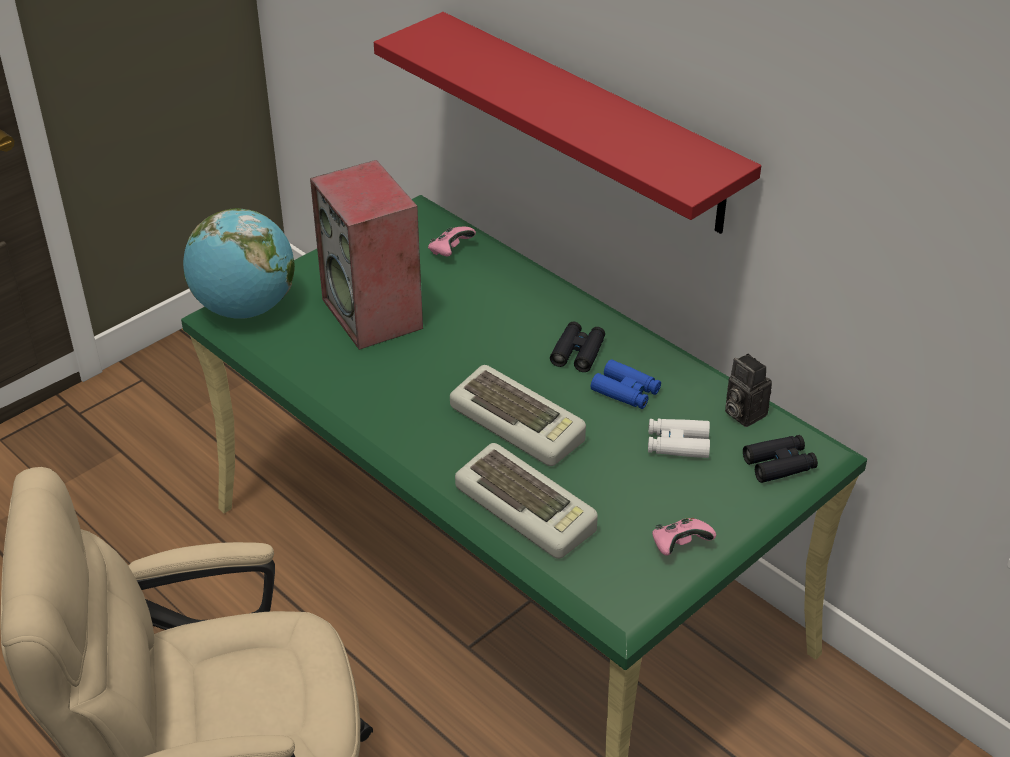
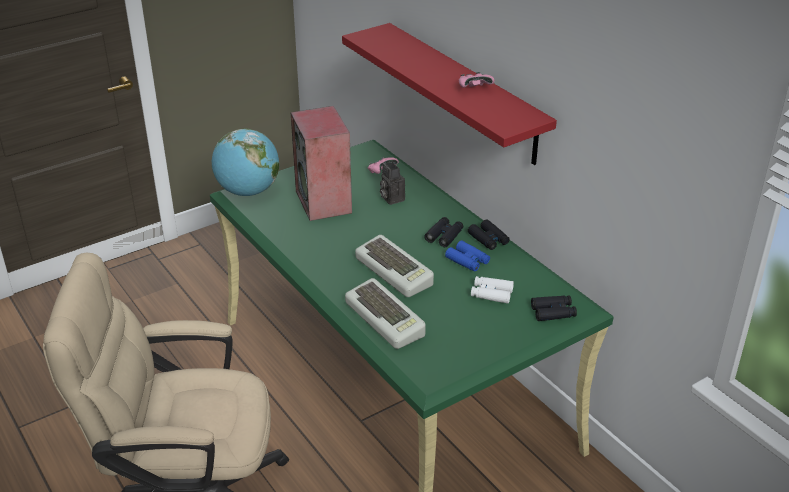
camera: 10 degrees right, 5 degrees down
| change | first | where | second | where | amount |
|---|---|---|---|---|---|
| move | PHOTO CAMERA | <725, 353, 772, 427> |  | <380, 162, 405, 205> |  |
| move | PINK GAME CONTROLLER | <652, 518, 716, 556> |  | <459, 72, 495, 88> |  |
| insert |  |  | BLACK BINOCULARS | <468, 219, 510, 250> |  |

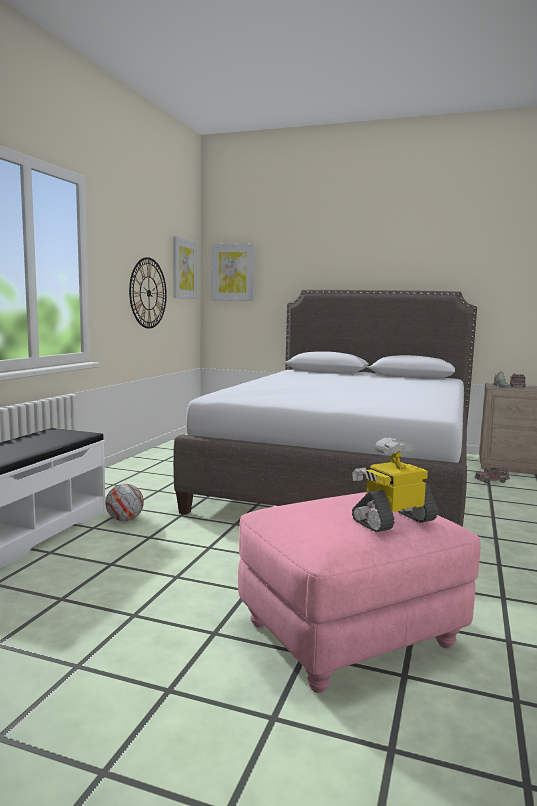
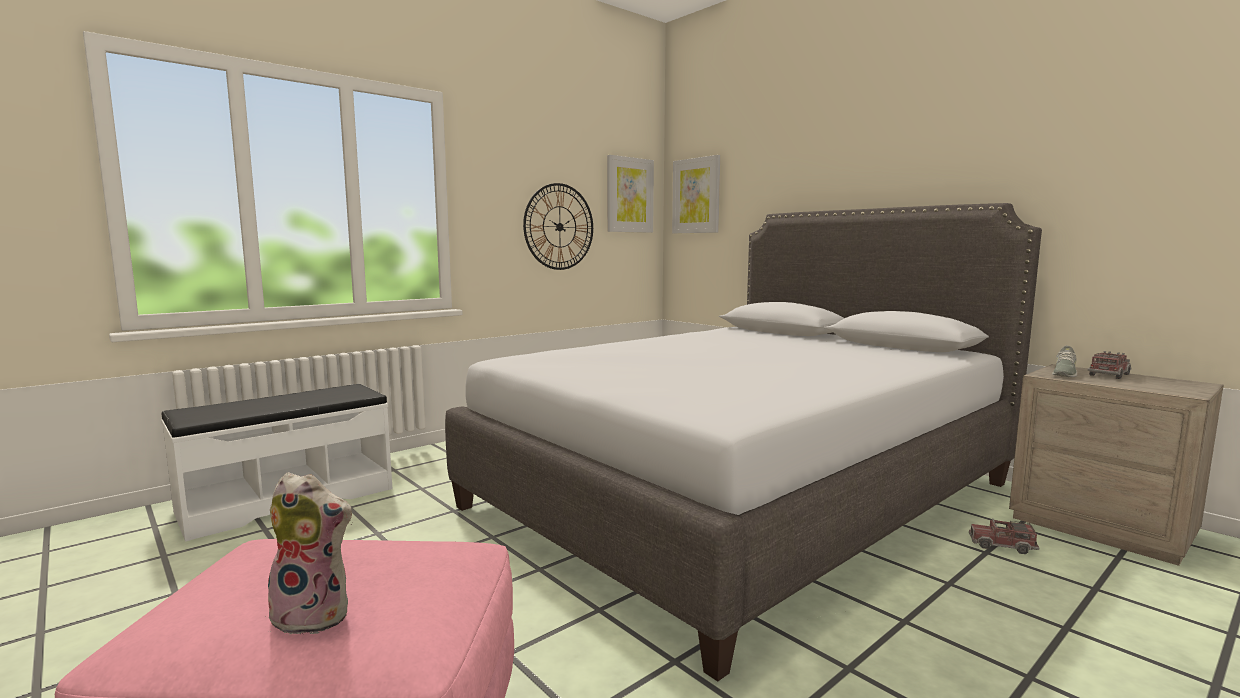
camera: 30 degrees right, 0 degrees up
| change | first | where | second | where | amount |
|---|---|---|---|---|---|
| replace | TOY ROBOT | <352, 437, 438, 532> | PLUSH TOY | <266, 472, 353, 635> |  |
| delete | FOOTBALL | <105, 484, 144, 521> |  |  |  |

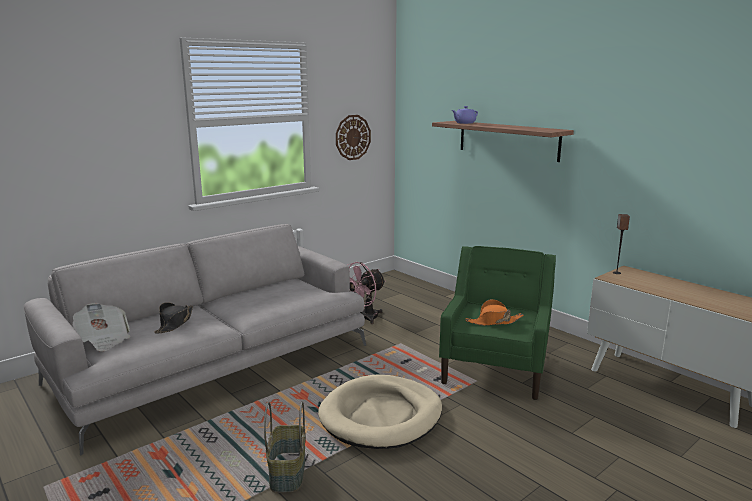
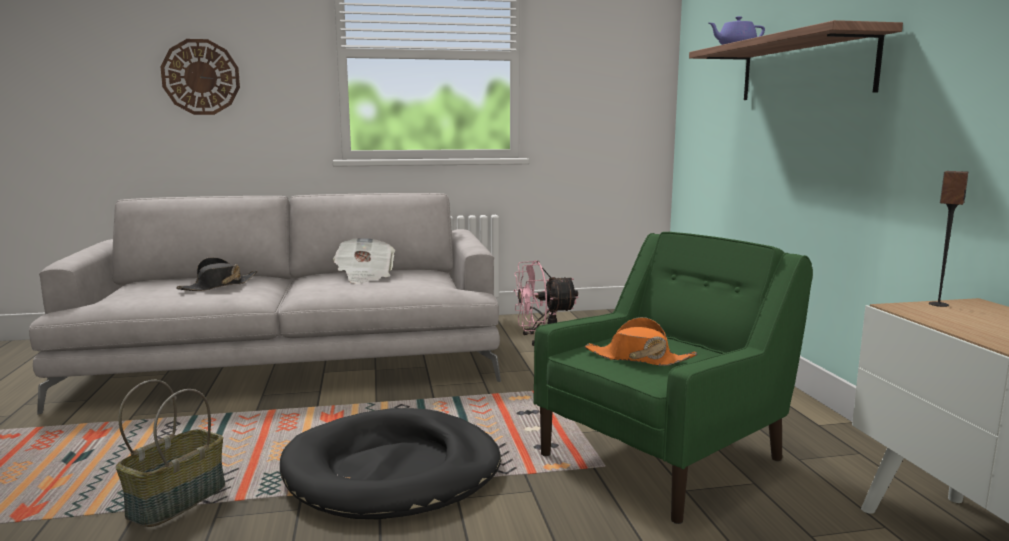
camera: 30 degrees right, 5 degrees down
| change | first | where | second | where | amount |
|---|---|---|---|---|---|
| move | WALL CLOCK | <336, 115, 371, 160> |  | <160, 39, 240, 115> |  |
| move | NEWSPAPER | <73, 303, 130, 352> |  | <333, 238, 395, 284> |  |
| recolor | BEIGE DOG BED | <318, 374, 442, 449> | BLACK DOG BED | <280, 408, 501, 519> |  |

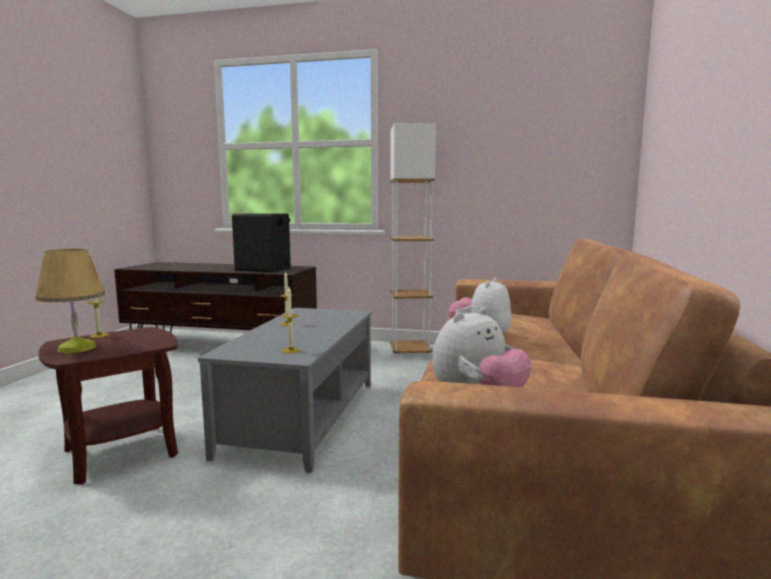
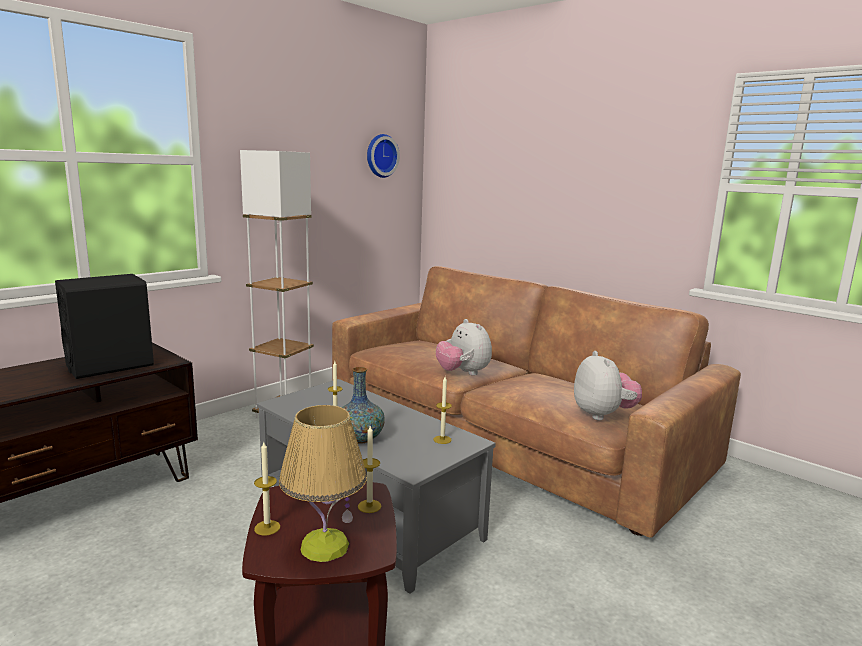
camera: 60 degrees left, 5 degrees up
| change | first | where | second | where | amount |
|---|---|---|---|---|---|
| insert |  |  | WALL CLOCK | <367, 134, 400, 178> |  |
| insert |  |  | VASE | <341, 367, 385, 444> |  |
| insert |  |  | CANDLE | <358, 426, 382, 513> |  |

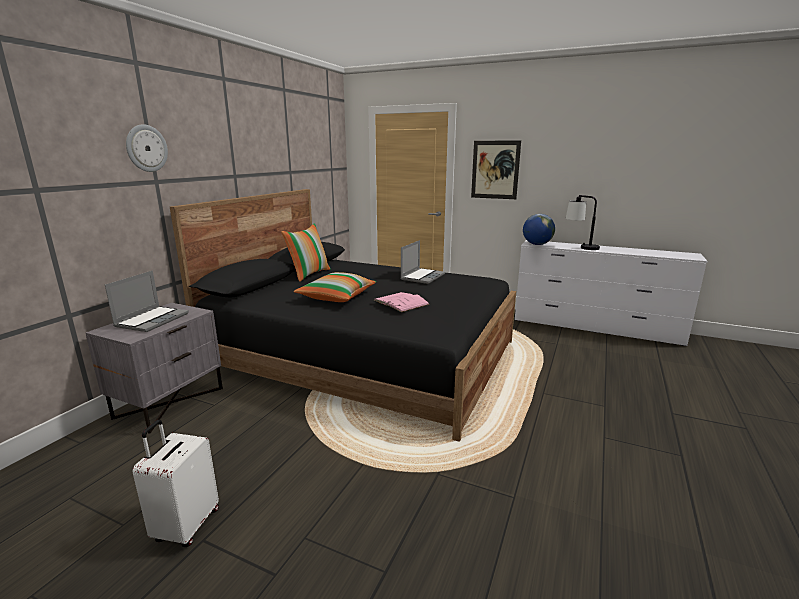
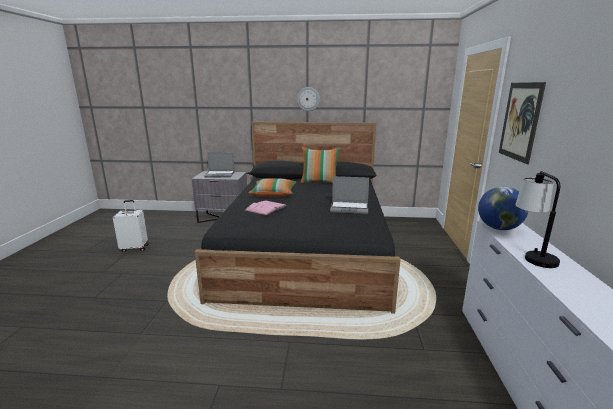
camera: 70 degrees right, 0 degrees up
| change | first | where | second | where | amount |
|---|---|---|---|---|---|
| move | WALL CLOCK | <126, 124, 168, 172> |  | <297, 87, 320, 111> |  |

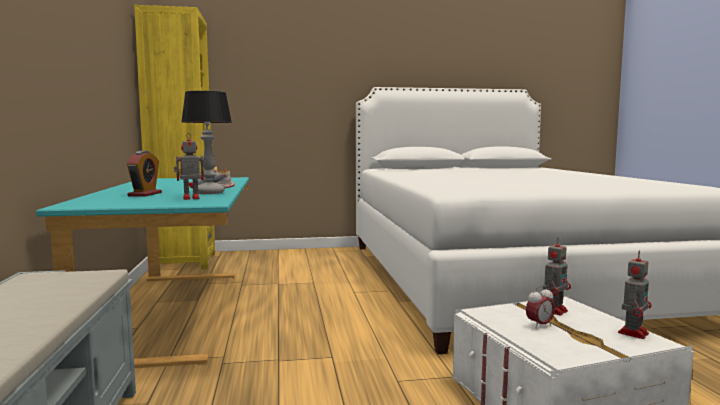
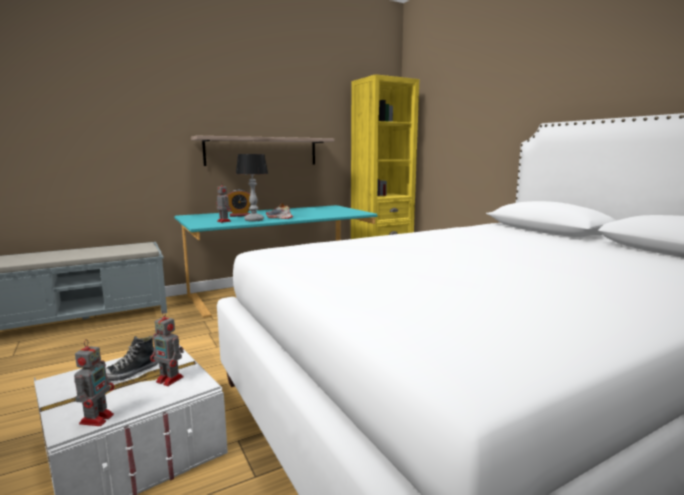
camera: 70 degrees right, 5 degrees up
| change | first | where | second | where | amount |
|---|---|---|---|---|---|
| rotate | TOY ROBOT | <618, 251, 652, 339> |  | <74, 339, 114, 426> | 105 degrees counterclockwise |
| replace | ALARM CLOCK | <526, 286, 555, 329> | SHOE | <106, 336, 159, 381> |  |
| insert |  |  | SHELF | <191, 136, 335, 166> |  |

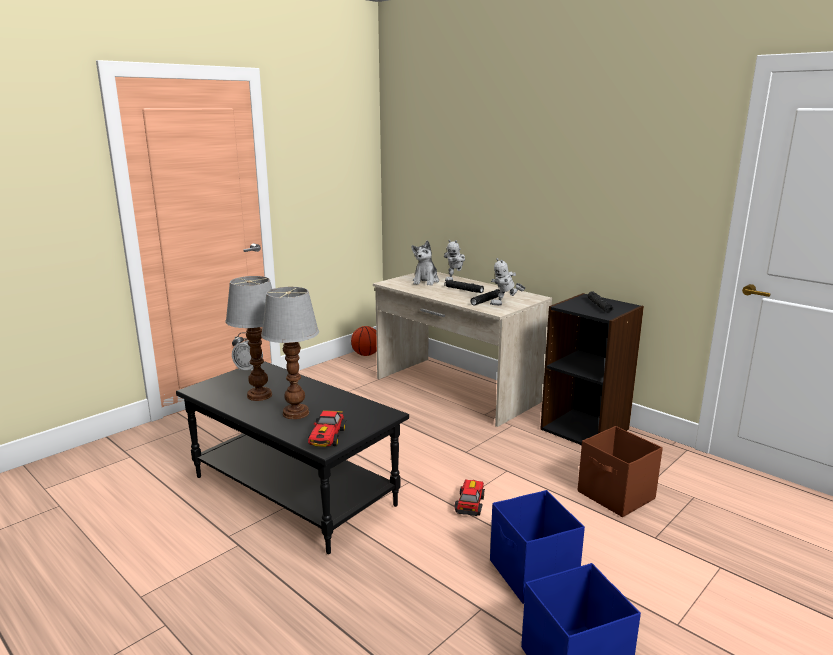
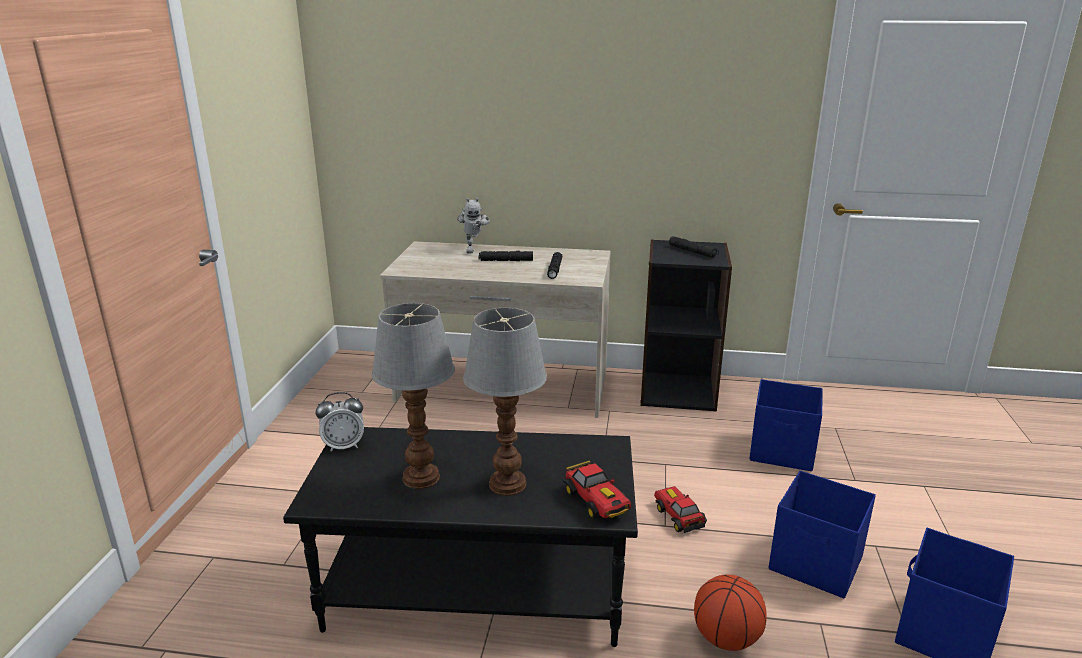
camera: 35 degrees left, 5 degrees up
| change | first | where | second | where | amount |
|---|---|---|---|---|---|
| delete | PLUSH TOY | <411, 240, 439, 286> |  |  |  |
| delete | TOY ROBOT | <490, 258, 525, 306> |  |  |  |
| move | BASKETBALL | <351, 326, 377, 356> |  | <694, 575, 767, 651> |  |
| recolor | BROWN STORAGE BOX | <578, 426, 663, 517> | BLUE STORAGE BOX | <749, 379, 822, 471> |  |

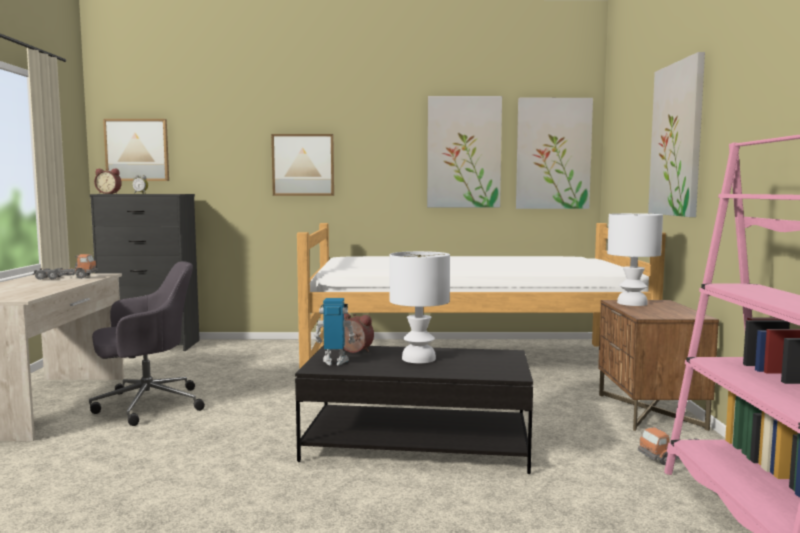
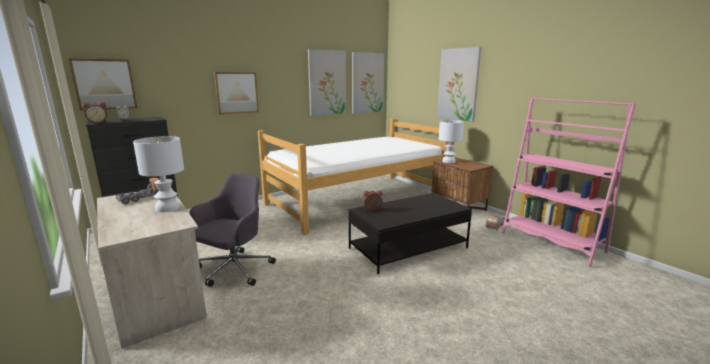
camera: 35 degrees left, 10 degrees up
| change | first | where | second | where | amount |
|---|---|---|---|---|---|
| move | WHITE TABLE LAMP | <390, 251, 450, 363> |  | <133, 136, 184, 212> |  |
| delete | TOY ROBOT | <314, 298, 355, 366> |  |  |  |

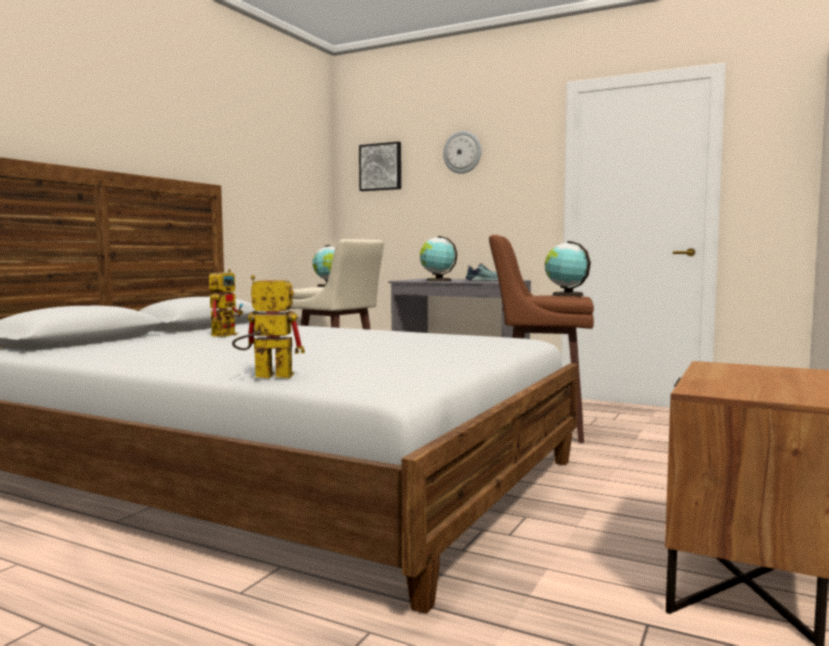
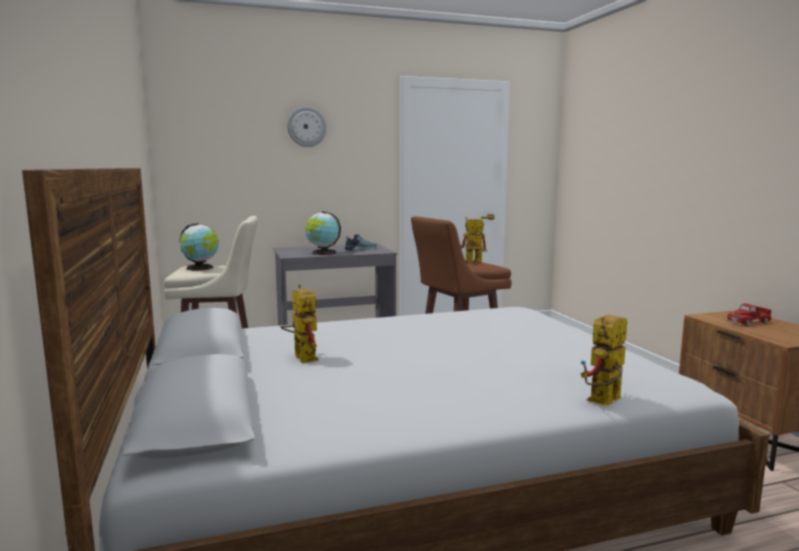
camera: 45 degrees left, 5 degrees up
| change | first | where | second | where | amount |
|---|---|---|---|---|---|
| delete | PICTURE | <359, 142, 401, 191> |  |  |  |
| replace | GLOBE | <545, 241, 591, 296> | TOY ROBOT | <461, 217, 487, 263> |  |
| insert |  |  | TOY TRUCK | <726, 303, 772, 326> |  |

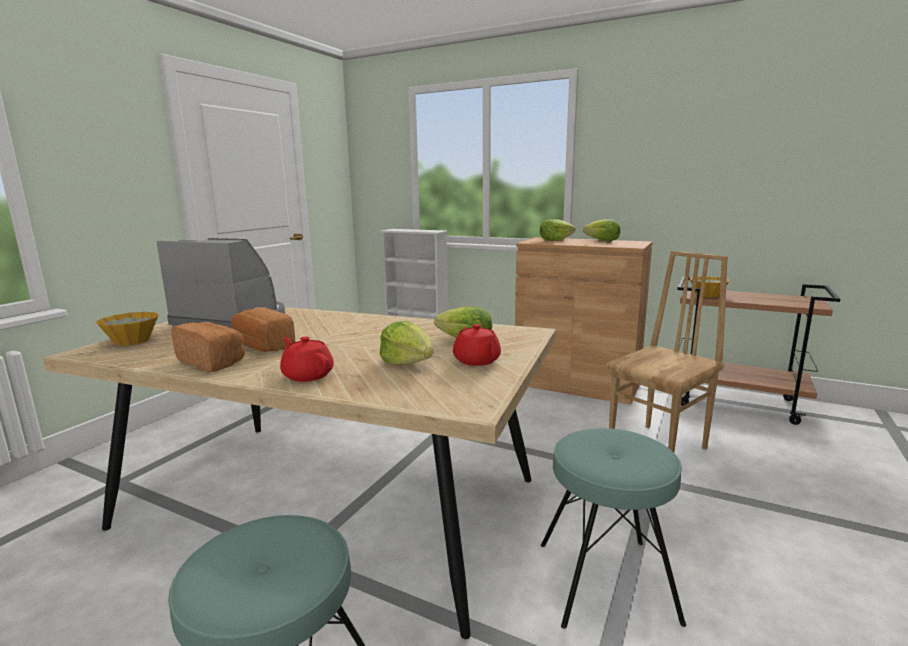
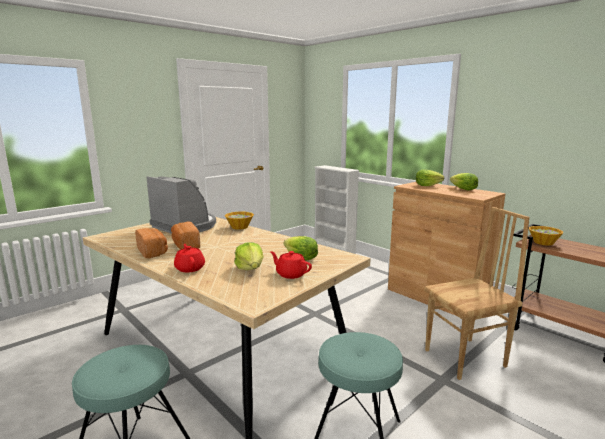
camera: 20 degrees right, 0 degrees up
| change | first | where | second | where | amount |
|---|---|---|---|---|---|
| move | BOWL | <96, 312, 159, 346> |  | <225, 211, 254, 230> |  |
| rotate | RED TEAPOT | <453, 324, 501, 366> |  | <270, 251, 312, 279> | 120 degrees clockwise |

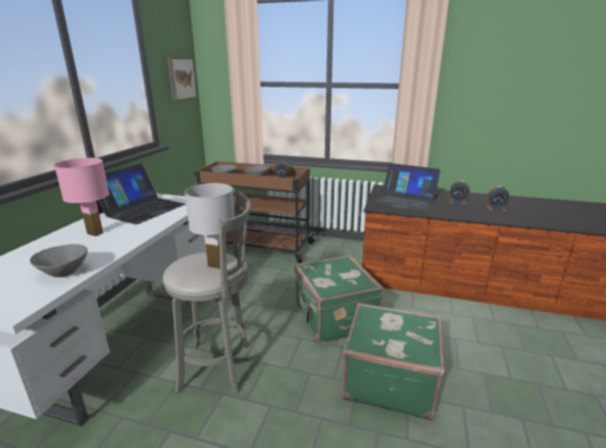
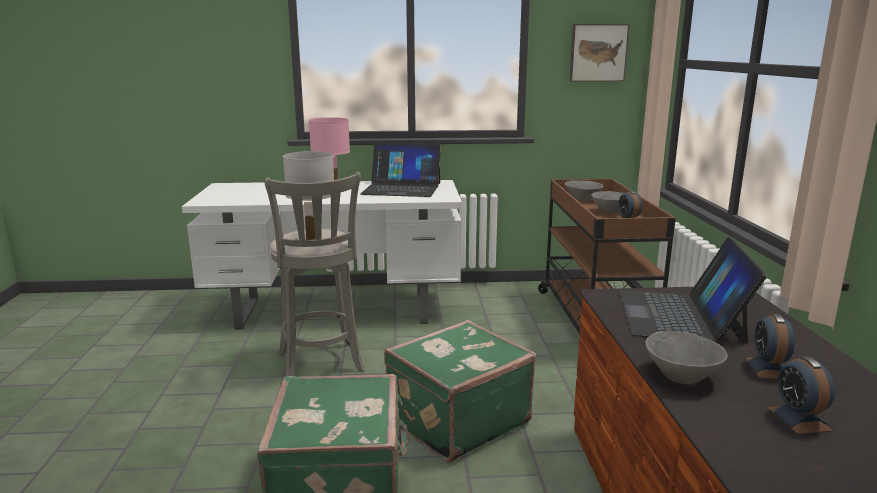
camera: 70 degrees right, 5 degrees down
| change | first | where | second | where | amount |
|---|---|---|---|---|---|
| move | GREY BOWL | <30, 244, 88, 277> |  | <645, 331, 728, 384> |  |

